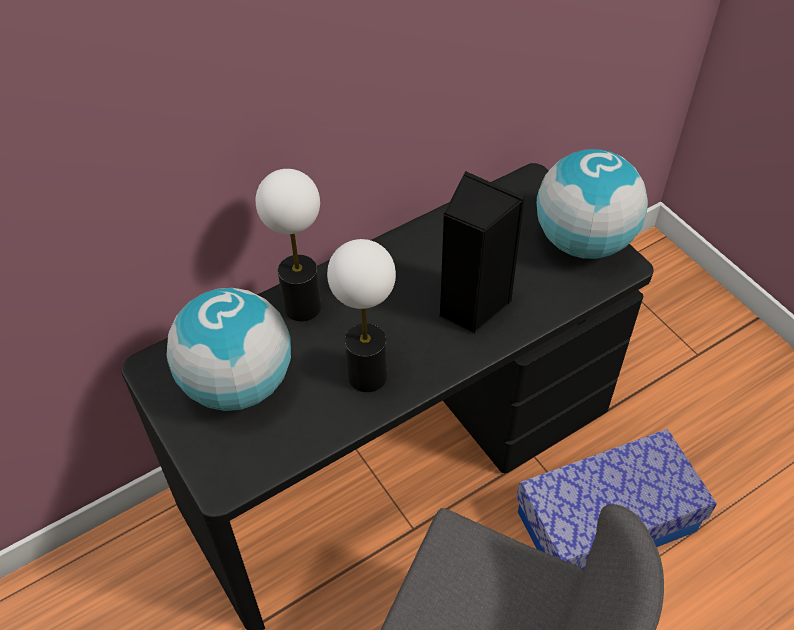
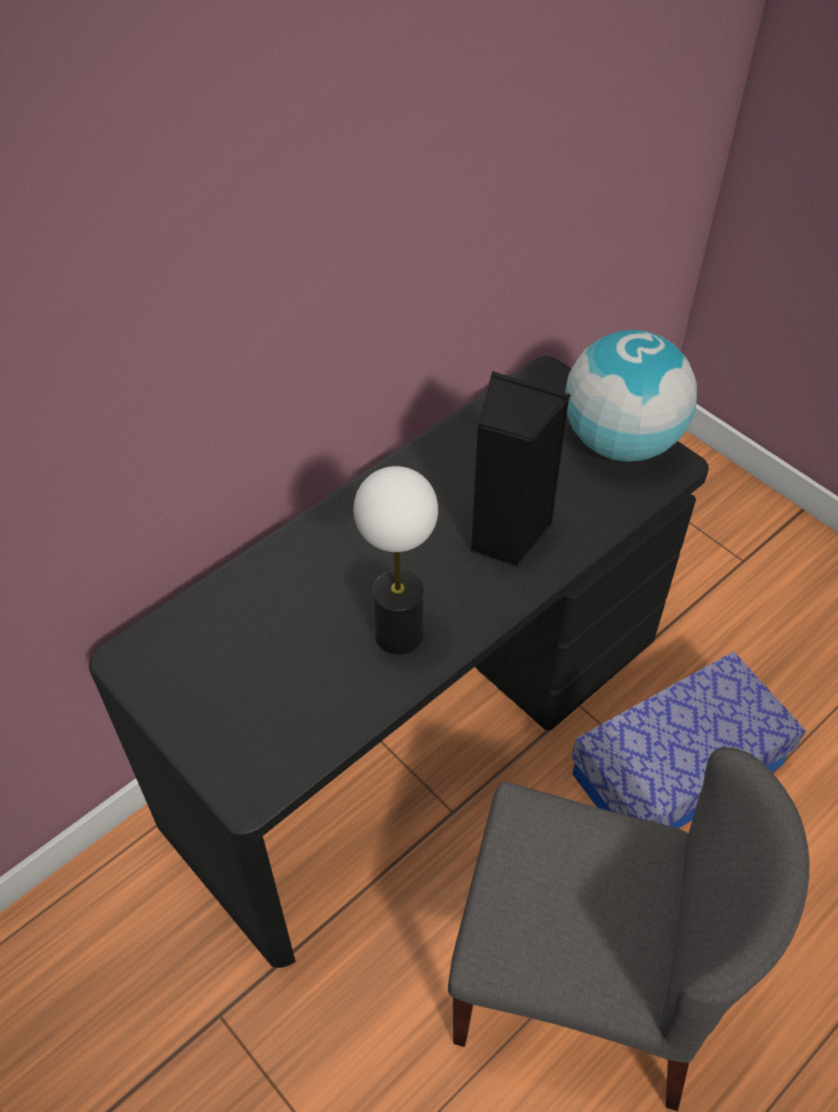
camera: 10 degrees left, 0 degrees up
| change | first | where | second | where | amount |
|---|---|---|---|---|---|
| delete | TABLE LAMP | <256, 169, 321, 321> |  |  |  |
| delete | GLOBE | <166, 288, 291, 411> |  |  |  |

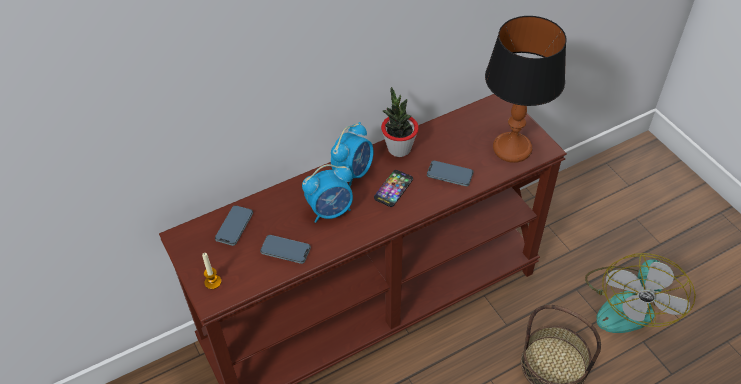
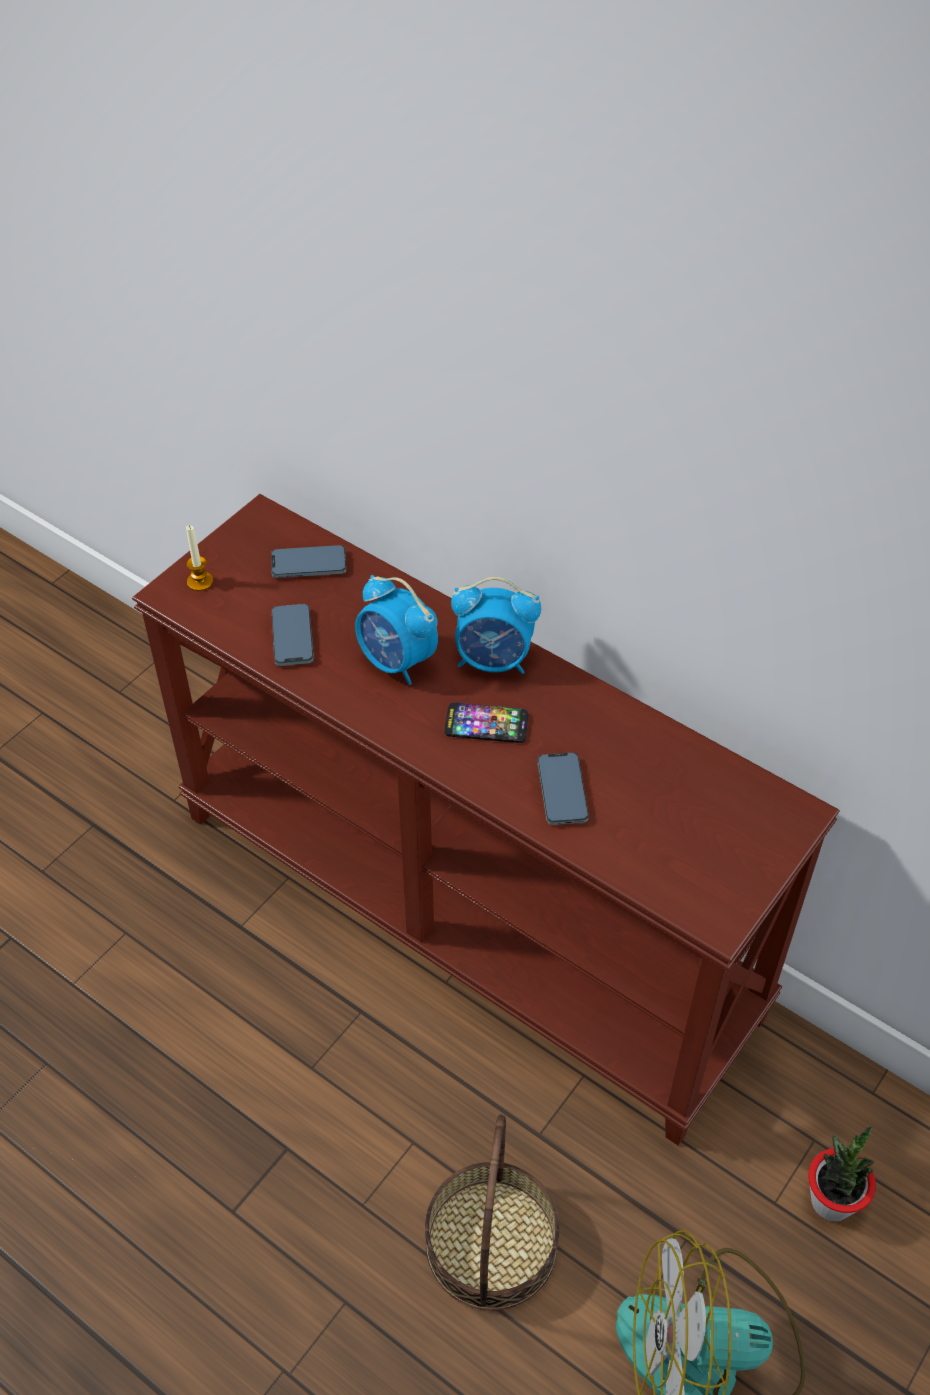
camera: 65 degrees right, 0 degrees up
| change | first | where | second | where | amount |
|---|---|---|---|---|---|
| delete | TABLE LAMP | <485, 16, 567, 163> |  |  |  |
| move | POTTED PLANT | <381, 87, 419, 157> |  | <808, 1125, 876, 1221> |  |

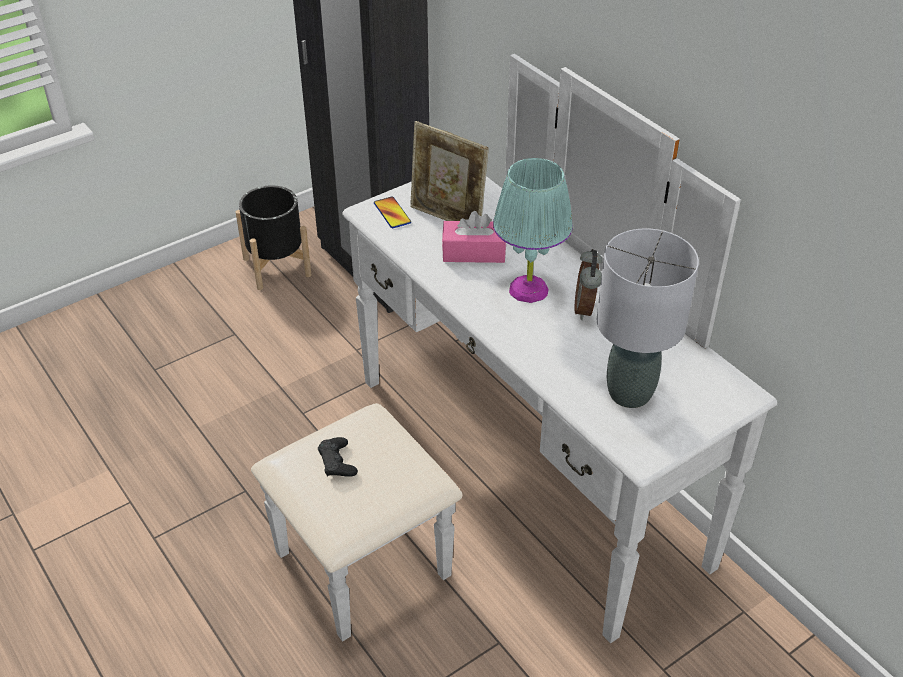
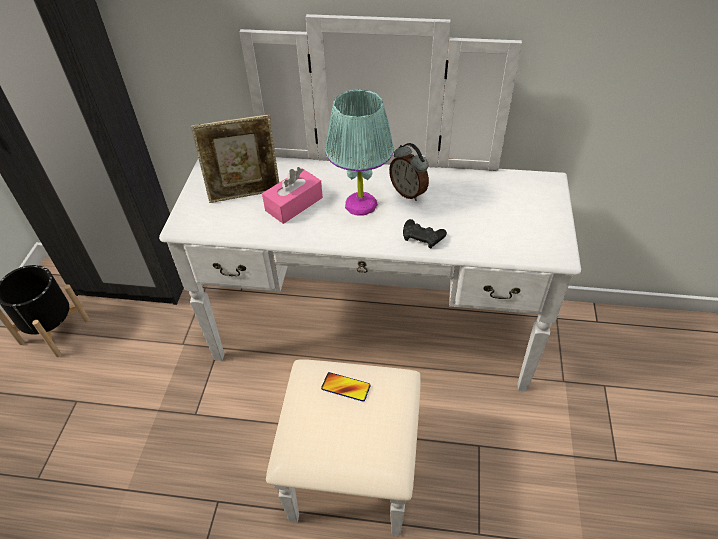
camera: 45 degrees left, 5 degrees up
| change | first | where | second | where | amount |
|---|---|---|---|---|---|
| move | PHONE | <374, 197, 411, 228> |  | <321, 372, 371, 402> |  |
| delete | GREY TABLE LAMP | <597, 228, 699, 408> |  |  |  |
| move | BLACK GAME CONTROLLER | <318, 437, 358, 477> |  | <403, 219, 447, 249> |  |

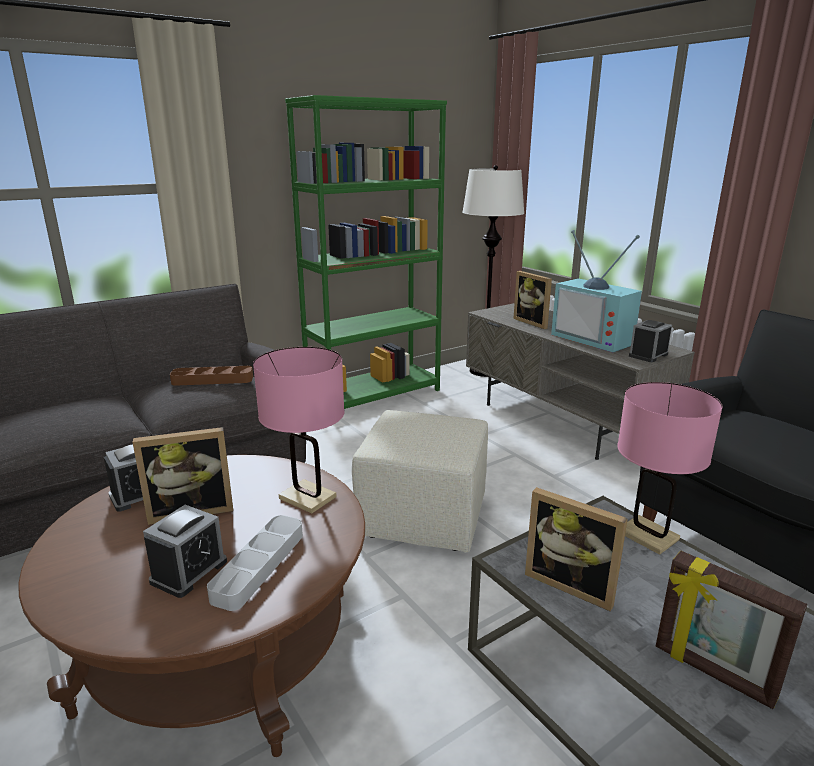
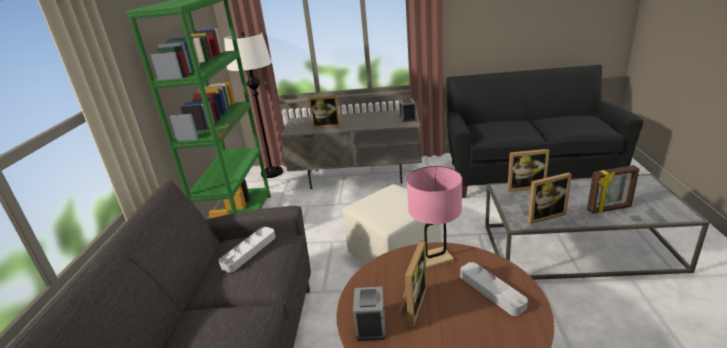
camera: 50 degrees left, 5 degrees up
| change | first | where | second | where | amount |
|---|---|---|---|---|---|
| delete | TELEVISION | <551, 230, 642, 352> |  |  |  |
| recolor | BROWN TRAY | <170, 366, 253, 386> | GREY TRAY | <219, 227, 276, 272> |  |
| replace | PINK TABLE LAMP | <617, 382, 722, 555> | PICTURE FRAME | <507, 149, 550, 191> |  |
| delete | ALARM CLOCK | <143, 505, 227, 598> |  |  |  |

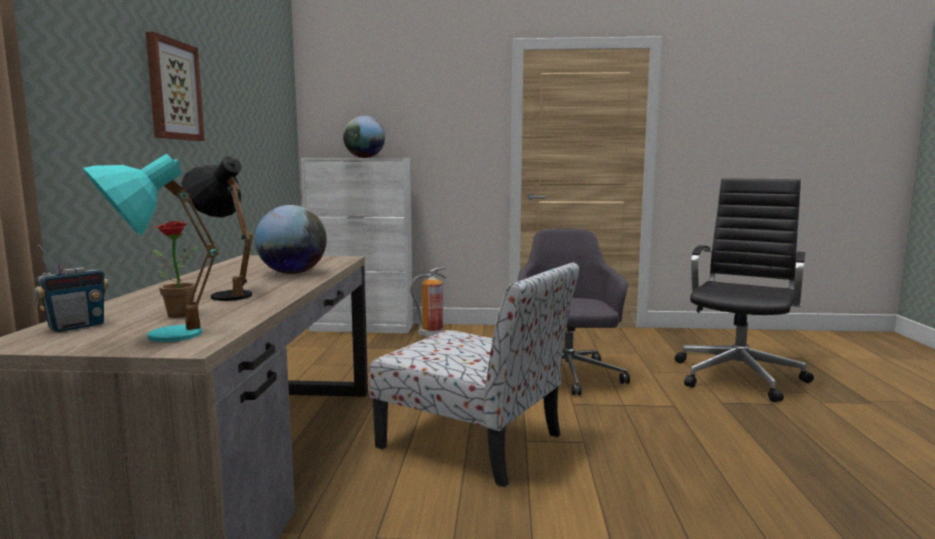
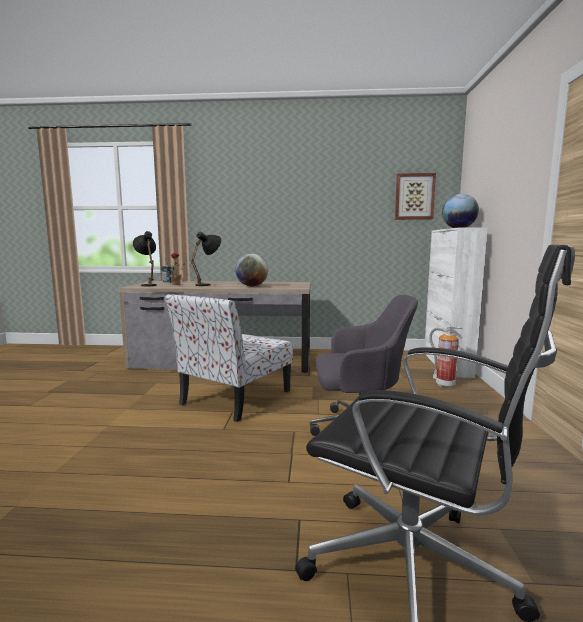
camera: 90 degrees right, 0 degrees up
| change | first | where | second | where | amount |
|---|---|---|---|---|---|
| move | PICTURE | <146, 32, 205, 141> |  | <395, 173, 436, 220> |  |
| recolor | TURQUOISE TABLE LAMP | <83, 154, 219, 342> | BLACK TABLE LAMP | <133, 231, 157, 287> |  |

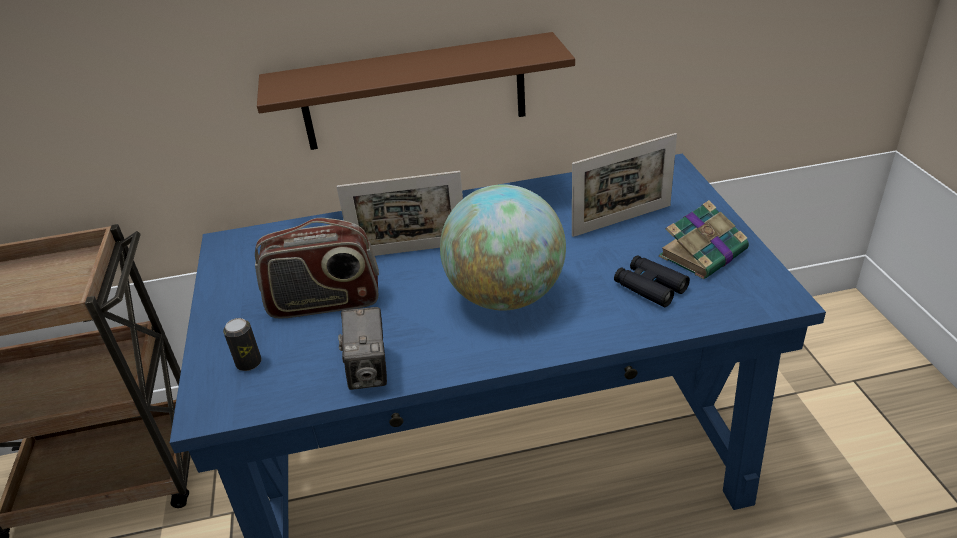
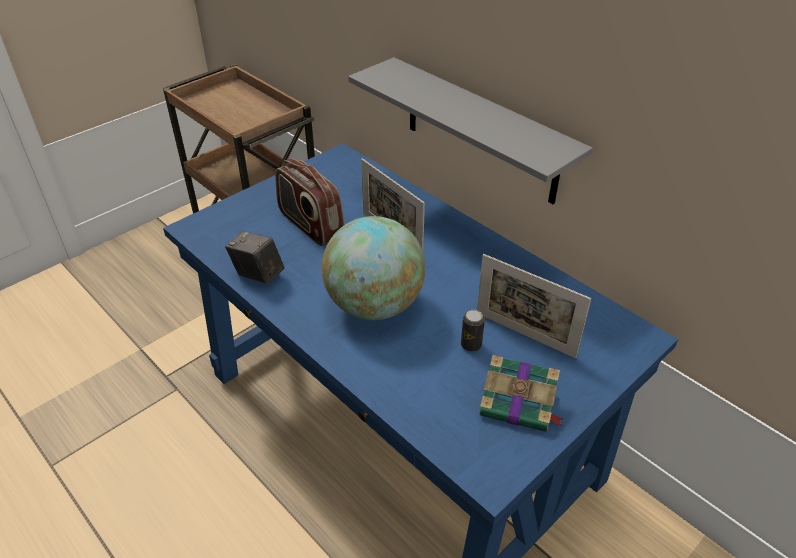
camera: 55 degrees right, 5 degrees up
| change | first | where | second | where | amount |
|---|---|---|---|---|---|
| recolor | BROWN SHELF | <257, 32, 575, 150> | GREY SHELF | <348, 57, 593, 204> |  |
| delete | BLACK BINOCULARS | <614, 255, 690, 307> |  |  |  |
| rotate | PHOTO CAMERA | <338, 307, 387, 390> |  | <225, 231, 284, 284> | 75 degrees clockwise |
| move | CAN | <223, 318, 262, 371> |  | <461, 310, 485, 352> |  |

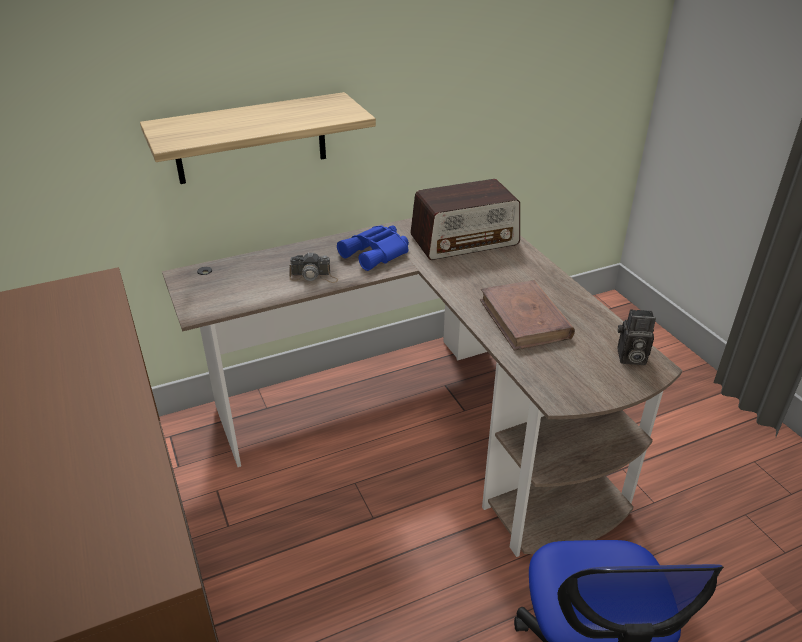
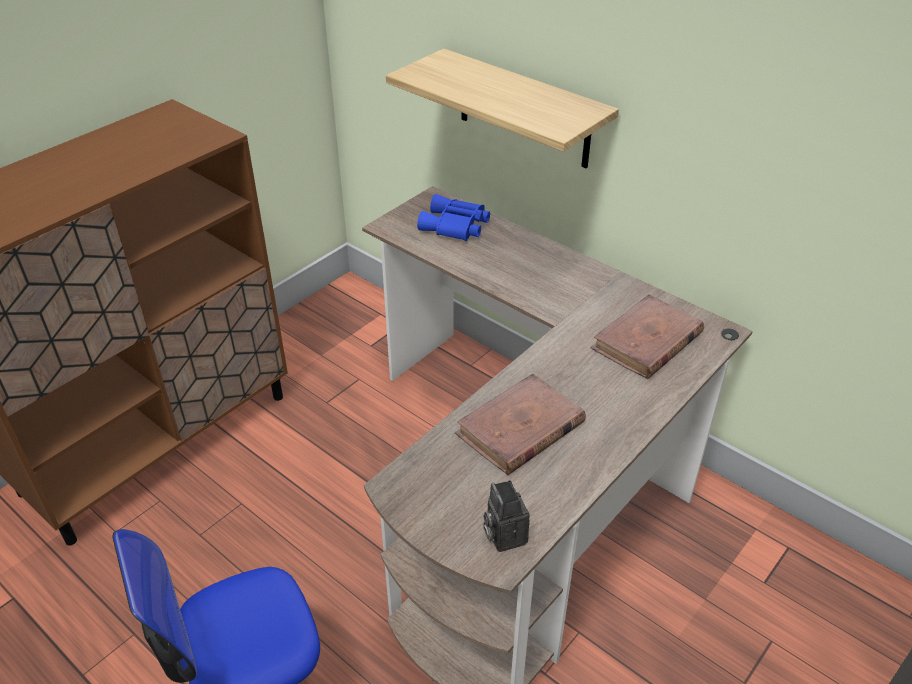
camera: 65 degrees right, 5 degrees up
| change | first | where | second | where | amount |
|---|---|---|---|---|---|
| replace | RADIO | <410, 179, 520, 260> | BROWN BOOK | <591, 294, 704, 379> |  |
| move | BLUE BINOCULARS | <337, 225, 409, 271> |  | <417, 194, 490, 241> |  |
| delete | PHOTO CAMERA | <289, 252, 338, 283> |  |  |  |

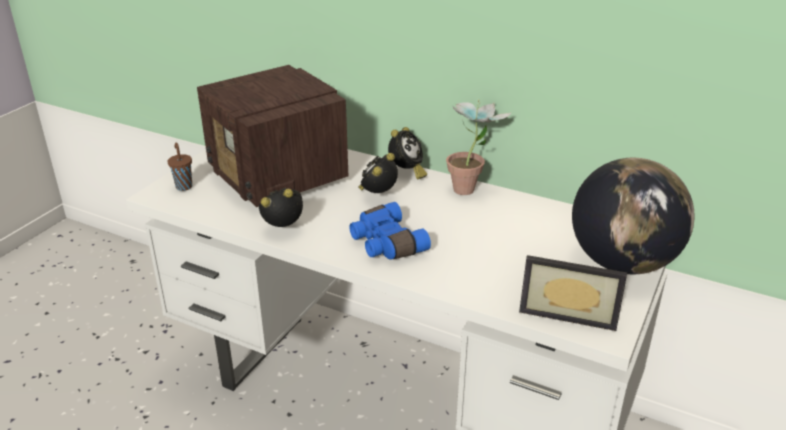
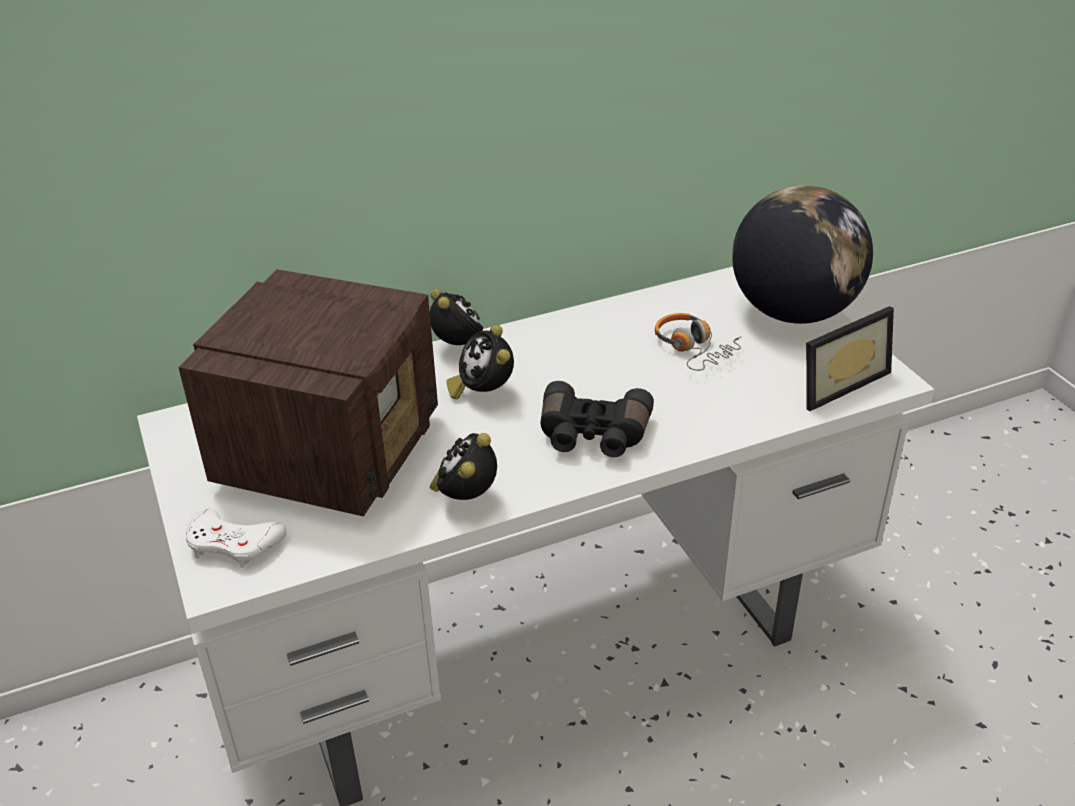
camera: 50 degrees left, 5 degrees up
| change | first | where | second | where | amount |
|---|---|---|---|---|---|
| rotate | RADIO | <197, 65, 348, 207> |  | <178, 269, 438, 517> | 75 degrees counterclockwise |
| delete | POTTED PLANT | <446, 99, 512, 195> |  |  |  |
| replace | BROWN CUP | <168, 142, 192, 191> | WHITE GAME CONTROLLER | <186, 509, 287, 568> |  |
| recolor | BLUE BINOCULARS | <349, 202, 431, 259> | BLACK BINOCULARS | <540, 381, 654, 457> |  |
| insert |  |  | HEADPHONES | <655, 313, 742, 371> |  |

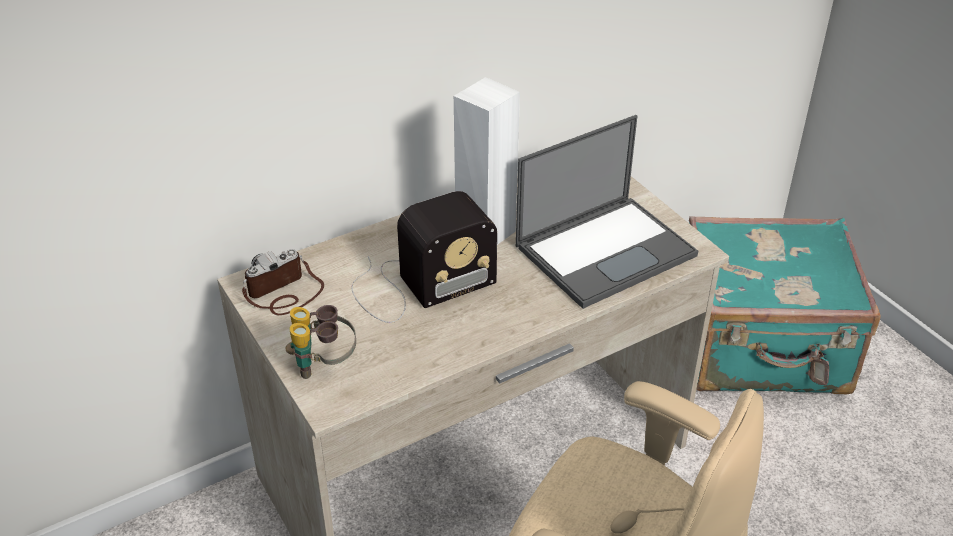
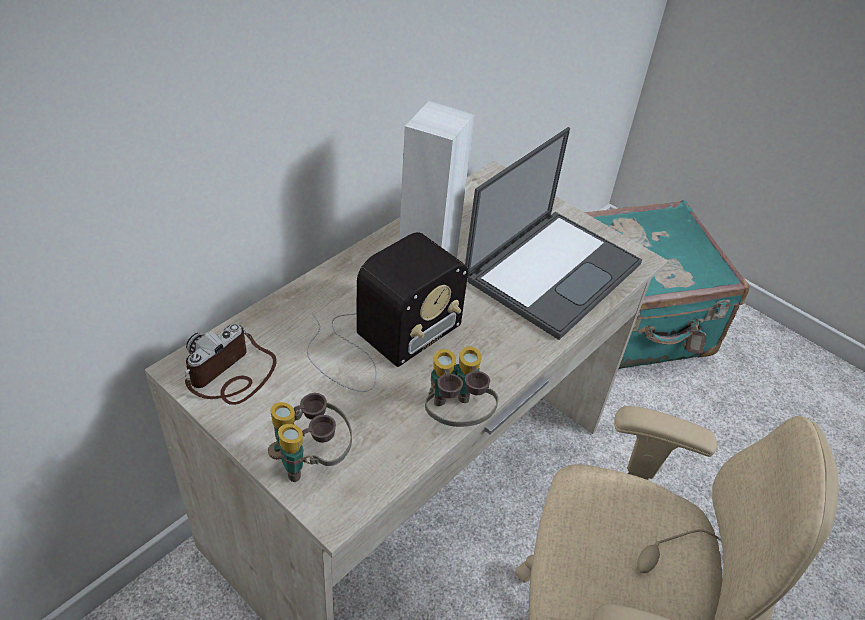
camera: 20 degrees left, 5 degrees up
| change | first | where | second | where | amount |
|---|---|---|---|---|---|
| insert |  |  | BINOCULARS | <425, 346, 498, 427> |  |

